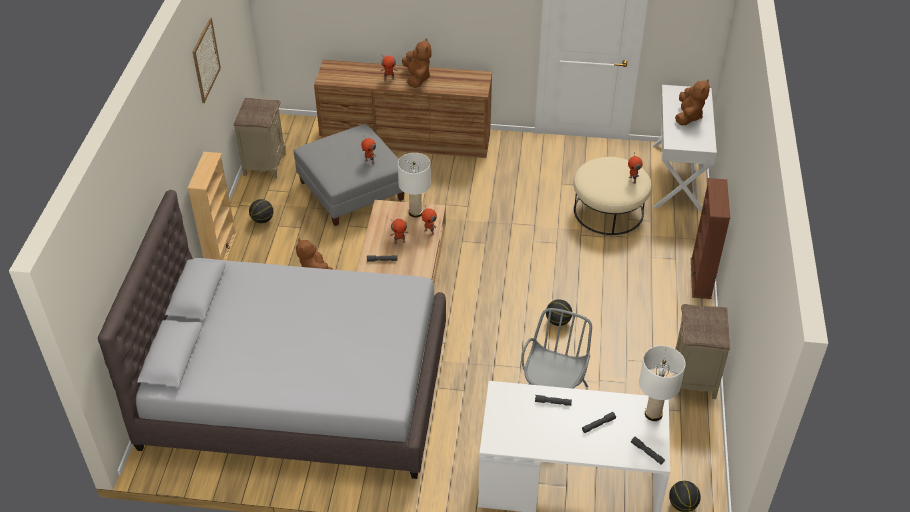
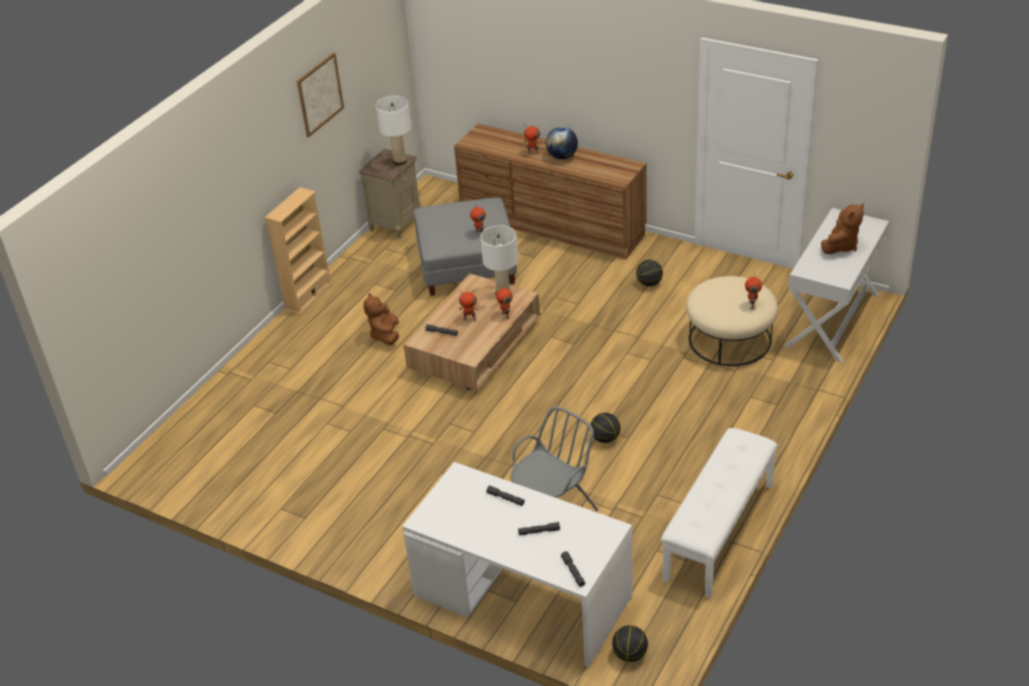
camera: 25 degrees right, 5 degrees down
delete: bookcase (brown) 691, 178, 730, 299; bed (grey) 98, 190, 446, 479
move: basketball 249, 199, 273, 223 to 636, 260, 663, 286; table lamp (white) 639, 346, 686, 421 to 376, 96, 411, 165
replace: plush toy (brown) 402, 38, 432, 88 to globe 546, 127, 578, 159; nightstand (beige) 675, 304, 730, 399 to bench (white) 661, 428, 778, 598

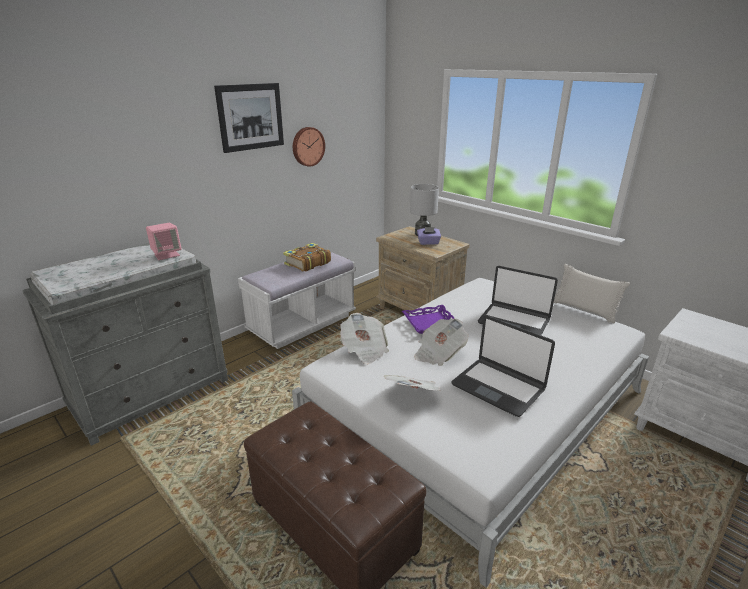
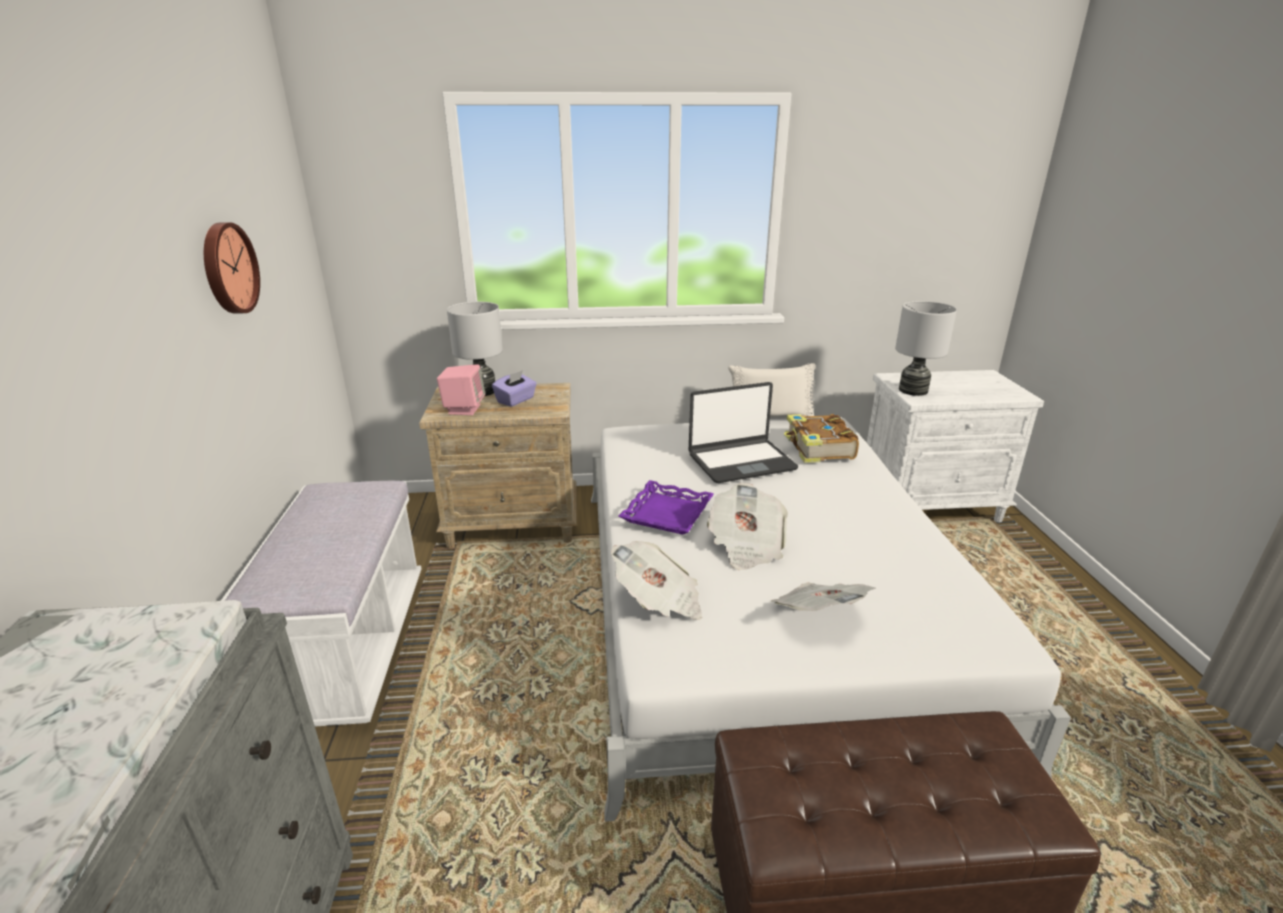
camera: 50 degrees left, 0 degrees up
delete: picture 214, 83, 284, 153; laptop 451, 316, 555, 417
insert: table lamp (grey) 895, 301, 957, 396
move: speaker (pink) 146, 223, 182, 260 to 437, 364, 485, 415; book 283, 243, 331, 272 to 784, 414, 859, 463

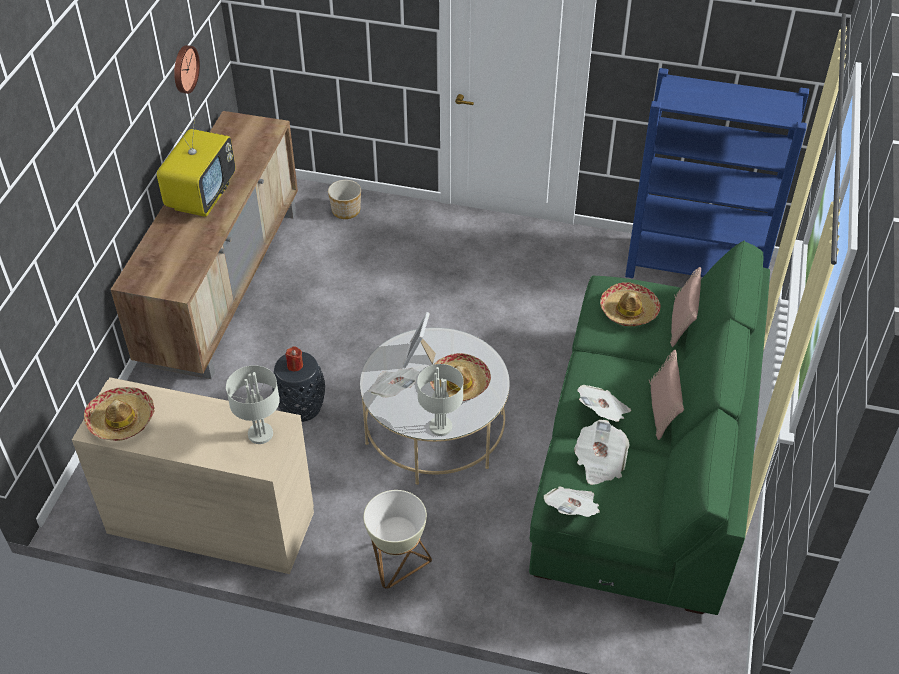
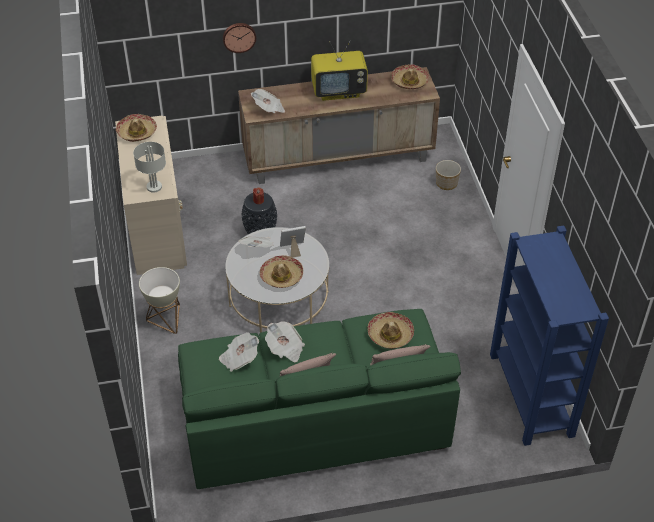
camera: 65 degrees right, 0 degrees up
delete: table lamp (grey) 417, 364, 464, 436
insert: hat 391, 64, 429, 89
move: wall clock 174, 45, 200, 94 to 223, 23, 256, 53; newspaper 544, 486, 600, 517 to 251, 89, 285, 113

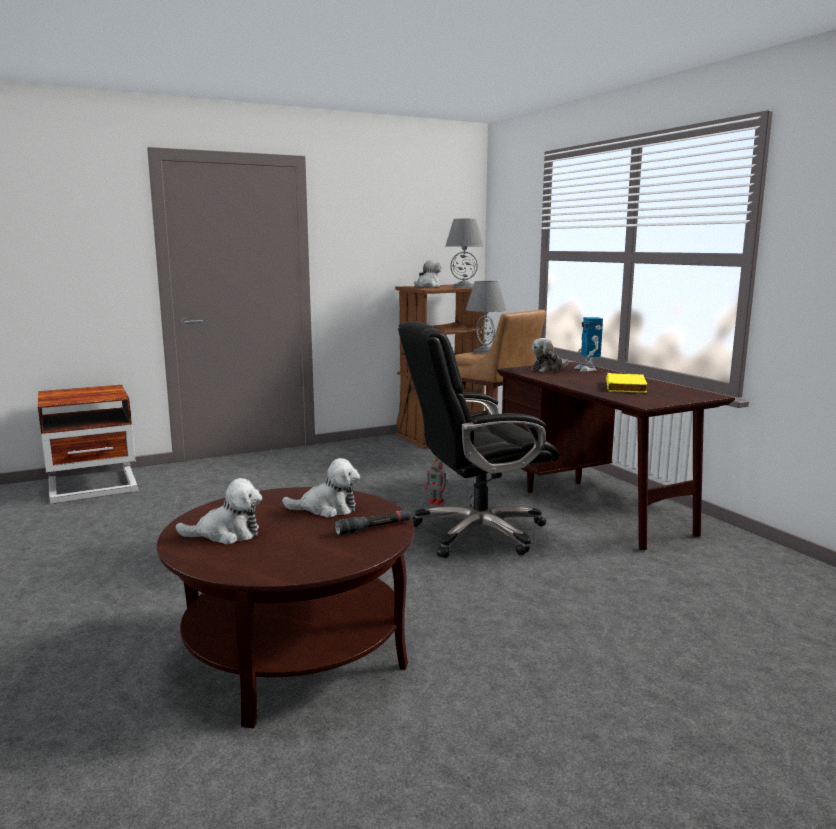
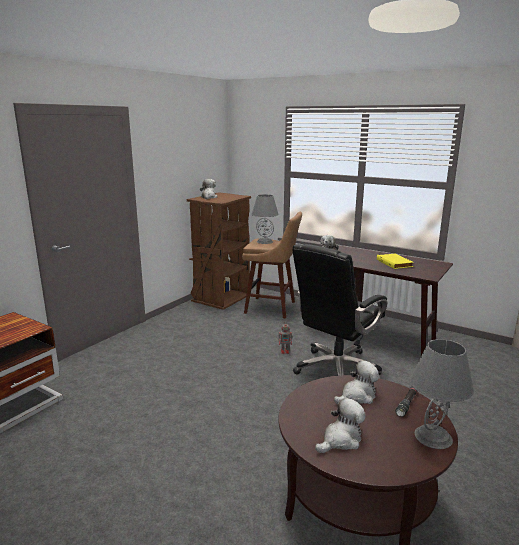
camera: 30 degrees left, 5 degrees up
delete: toy robot 574, 317, 603, 372
move: table lamp (grey) 446, 218, 483, 288 to 410, 339, 474, 449

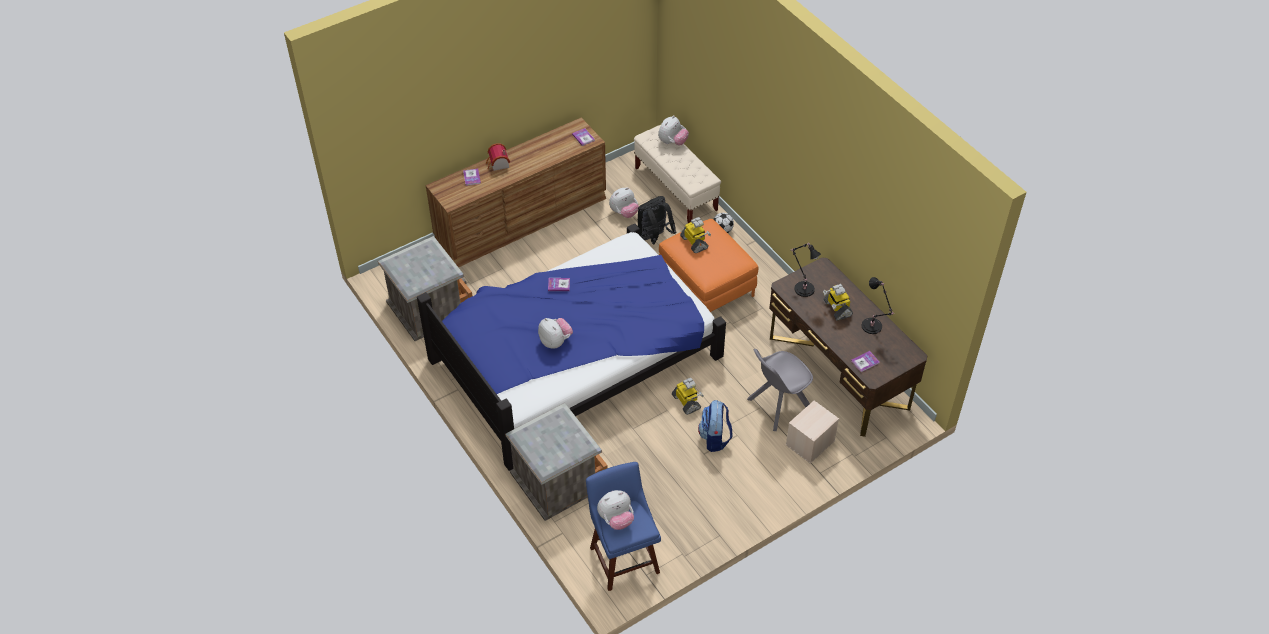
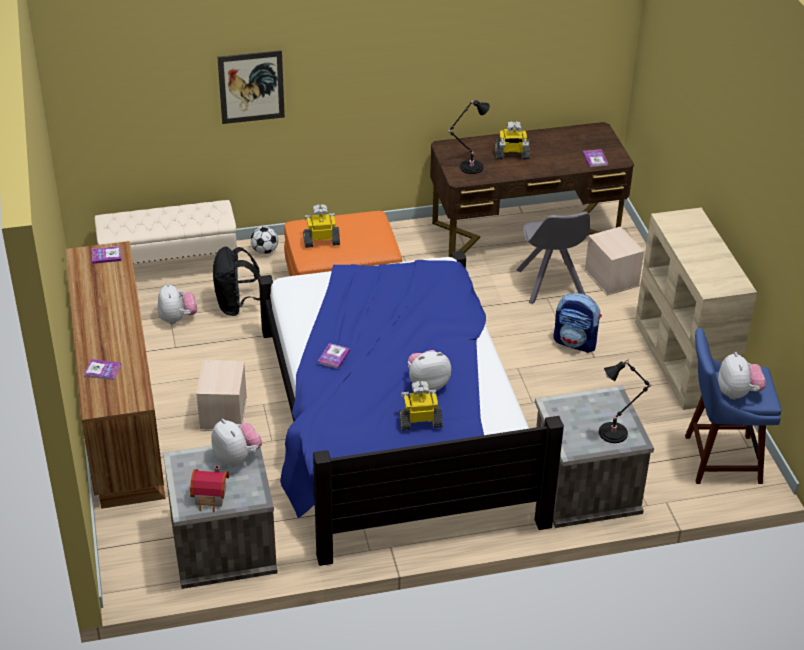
camera: 70 degrees left, 10 degrees down
insert: picture 217, 50, 285, 124; bookcase (beige) 635, 208, 757, 410; storage box (beige) 196, 360, 247, 431
move: plush toy 658, 115, 689, 145 to 211, 419, 262, 466; toy house 486, 143, 510, 171 to 190, 465, 229, 512; table lamp (black) 862, 277, 894, 334 to 599, 360, 651, 443; toy robot 672, 378, 704, 415 to 399, 381, 443, 431

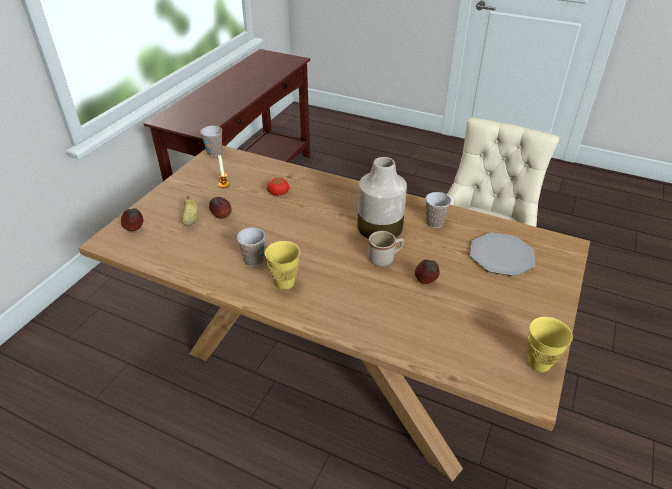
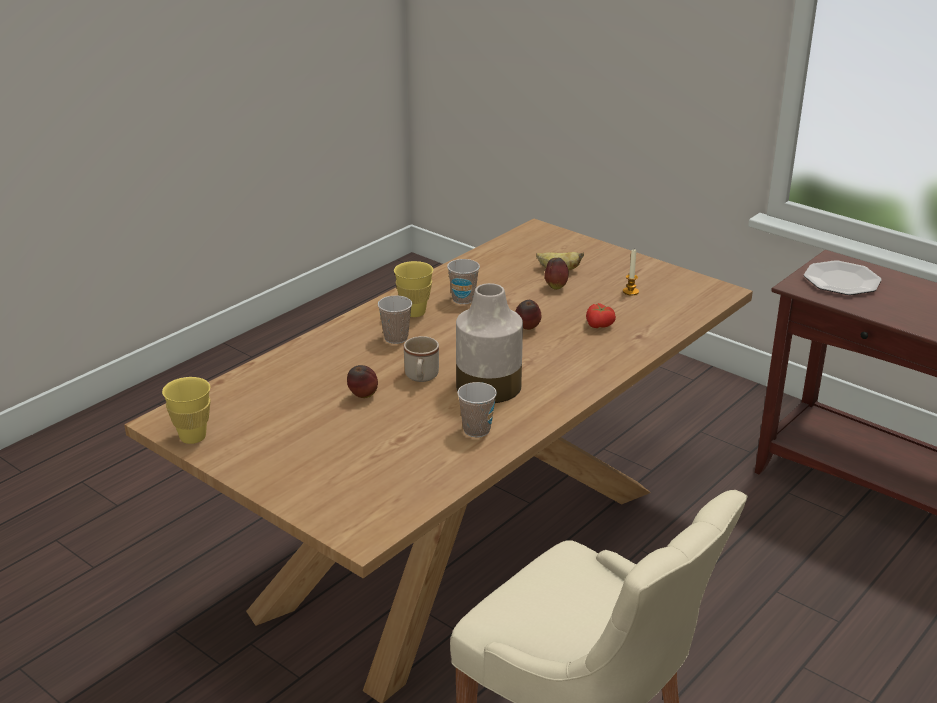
camera: 105 degrees right, 10 degrees down
move: cup 200, 126, 222, 156 to 378, 296, 412, 344; apple 121, 208, 143, 231 to 515, 300, 541, 330; plate 470, 233, 535, 276 to 804, 260, 882, 295

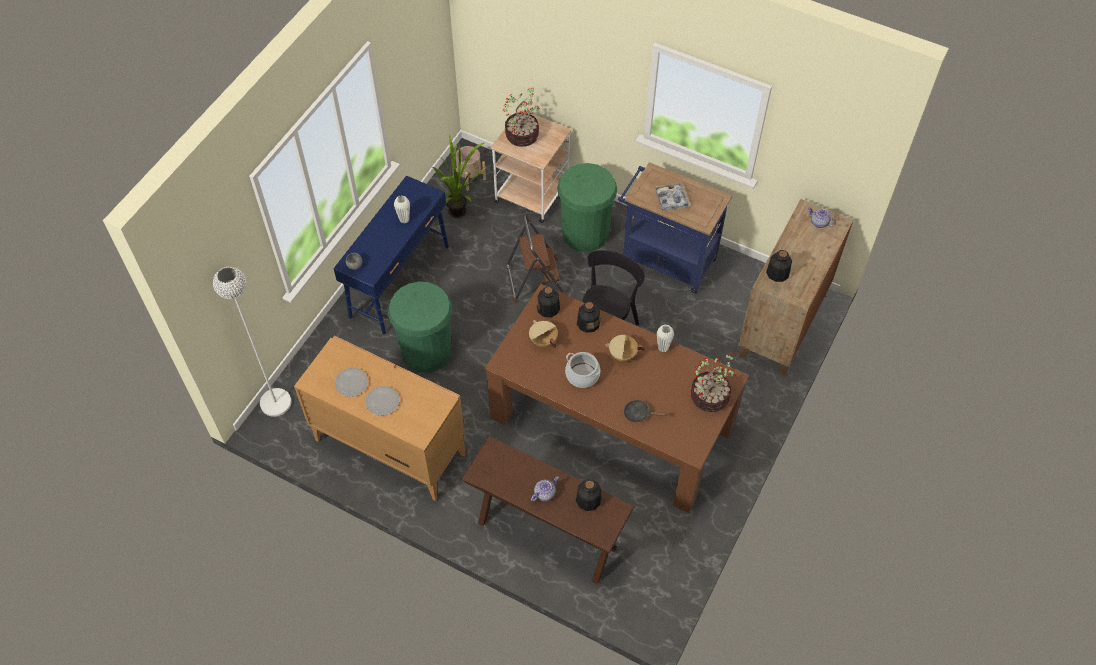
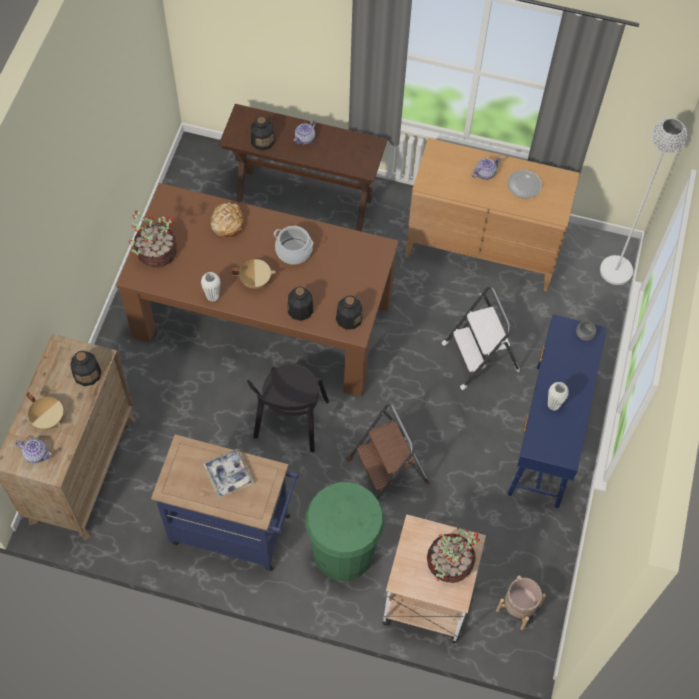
camera: 165 degrees right, 5 degrees up
delete: potted plant 432, 136, 487, 218
move: cooking pot (beige) 529, 320, 558, 348 to 26, 392, 63, 430
replace: trash can (green) 388, 282, 452, 373 to step ladder (white) 442, 286, 520, 390; plate 366, 386, 400, 416 to teapot 472, 157, 502, 180; frying pan (black) 624, 400, 667, 422 to bread 211, 202, 245, 237

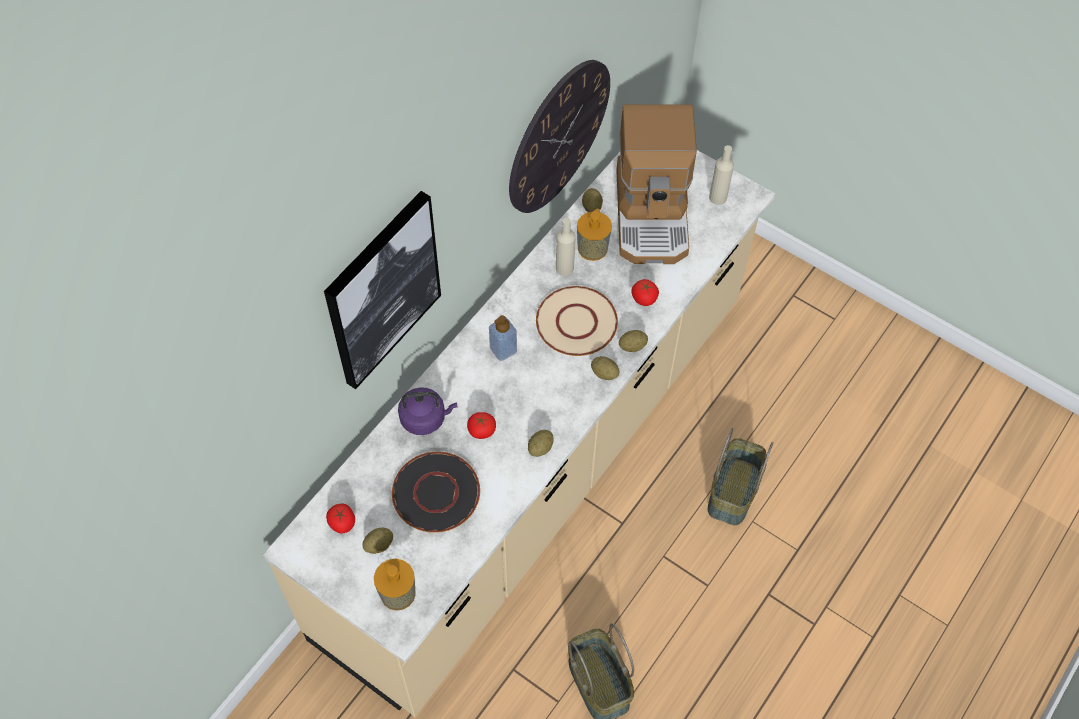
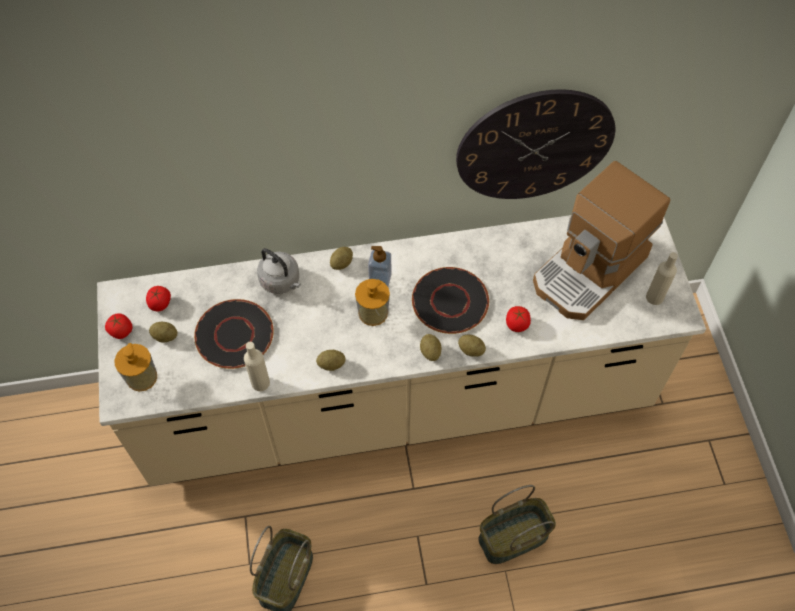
camera: 45 degrees right, 0 degrees up
delete: picture 324, 191, 441, 389
move: potato 582, 188, 603, 212 to 330, 247, 353, 270; soap dispenser 577, 208, 612, 261 to 355, 279, 390, 326; bottle (beige) 556, 218, 576, 276 to 244, 342, 270, 391; tomato 467, 412, 496, 439 to 105, 313, 133, 339
recolor: plate (beige) 536, 286, 618, 356 to plate (black) 412, 267, 489, 334; kettle (purple) 398, 387, 458, 435 to kettle (grey) 257, 248, 301, 294

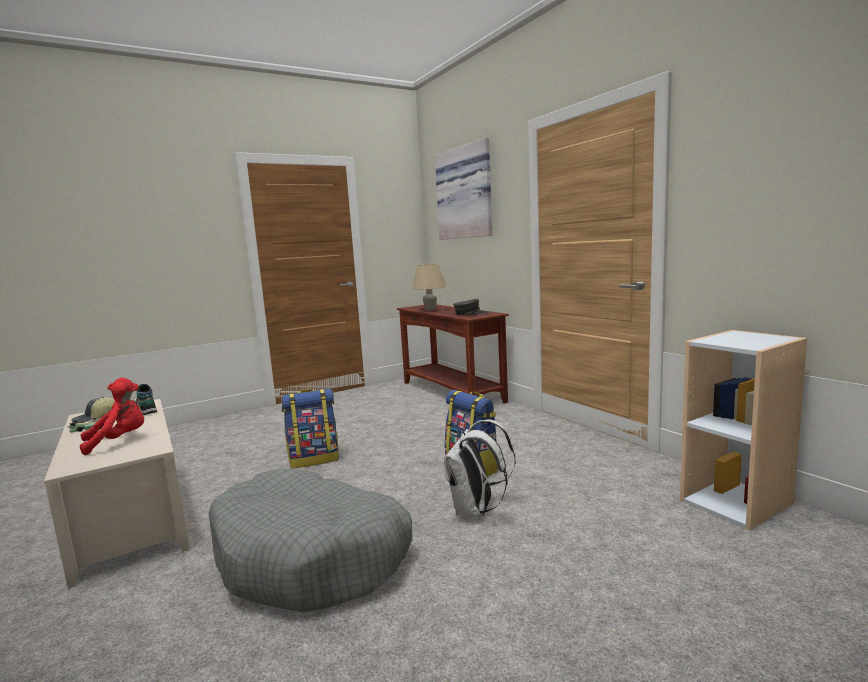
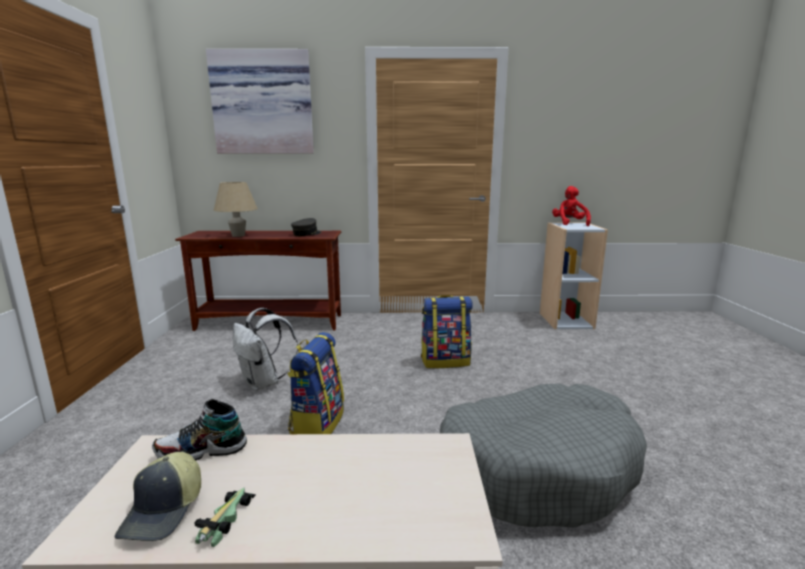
camera: 60 degrees left, 5 degrees up
move: plush toy (red) 80, 378, 144, 455 to 552, 186, 591, 226; backpack (white) 444, 419, 516, 518 to 233, 308, 298, 391

